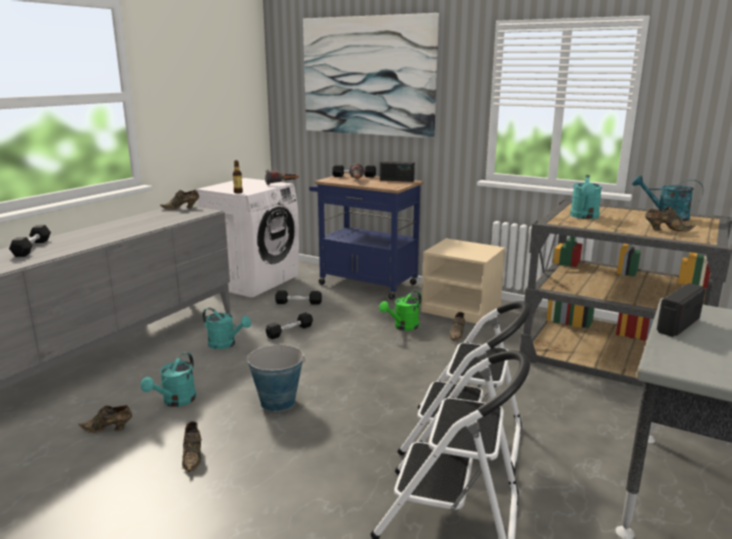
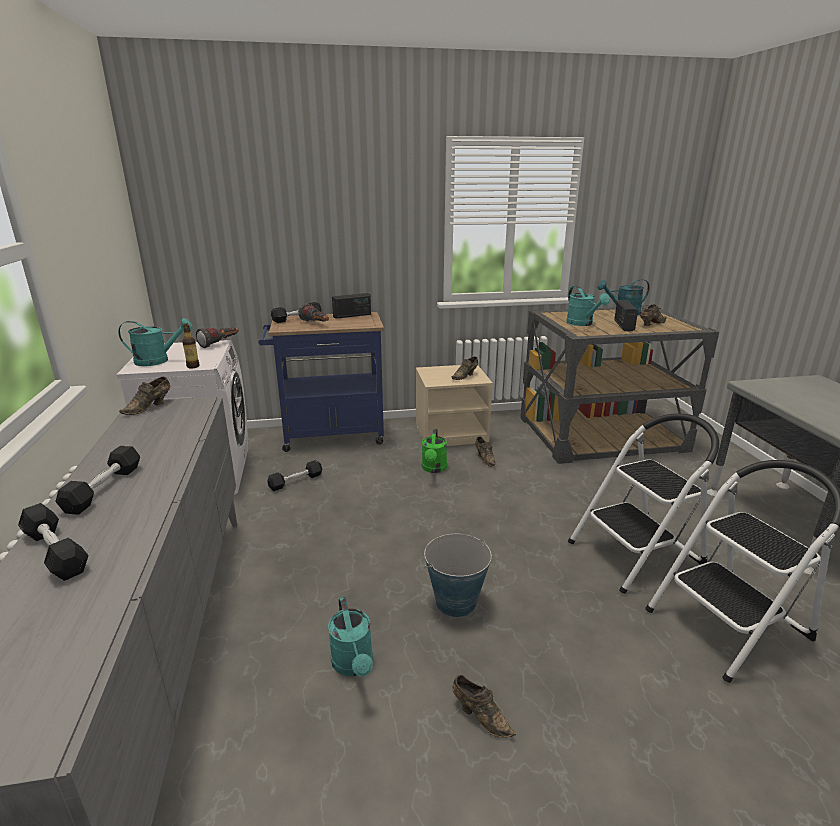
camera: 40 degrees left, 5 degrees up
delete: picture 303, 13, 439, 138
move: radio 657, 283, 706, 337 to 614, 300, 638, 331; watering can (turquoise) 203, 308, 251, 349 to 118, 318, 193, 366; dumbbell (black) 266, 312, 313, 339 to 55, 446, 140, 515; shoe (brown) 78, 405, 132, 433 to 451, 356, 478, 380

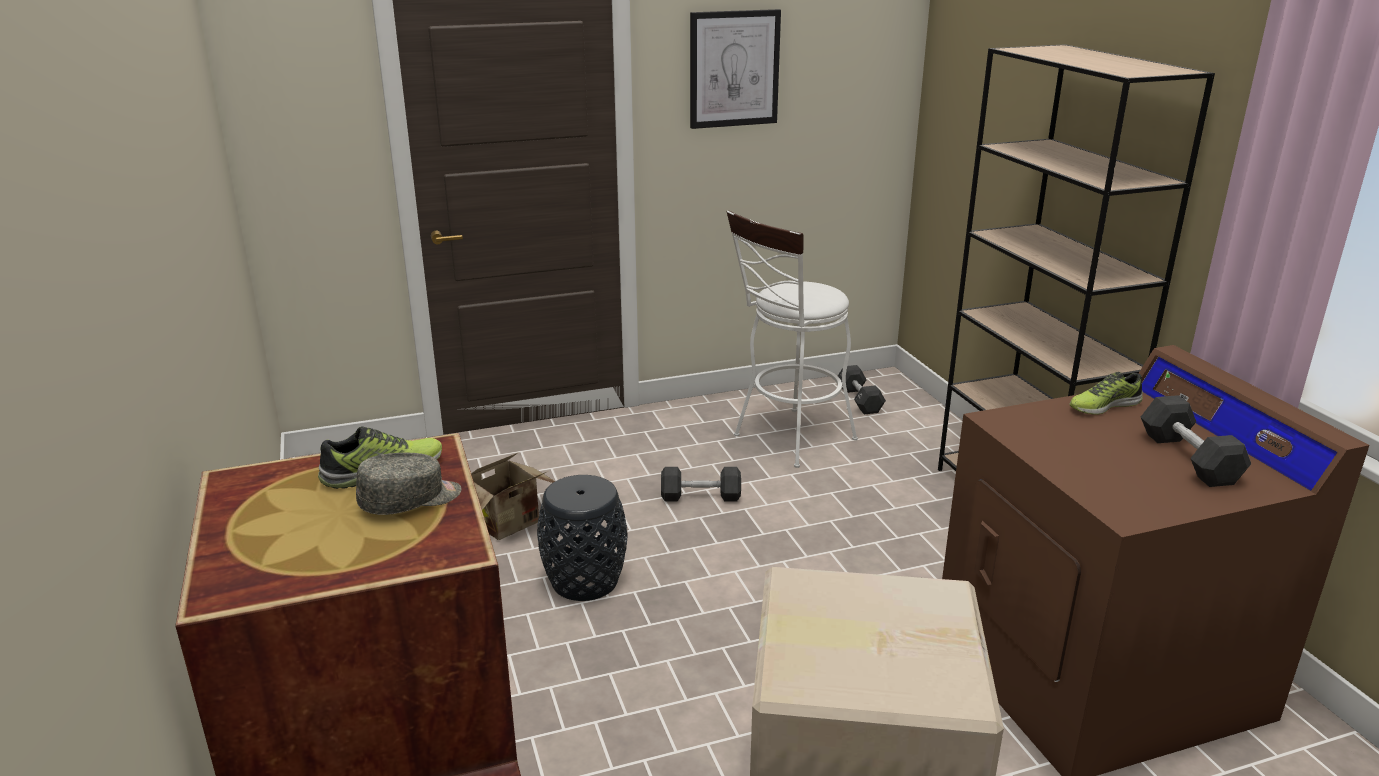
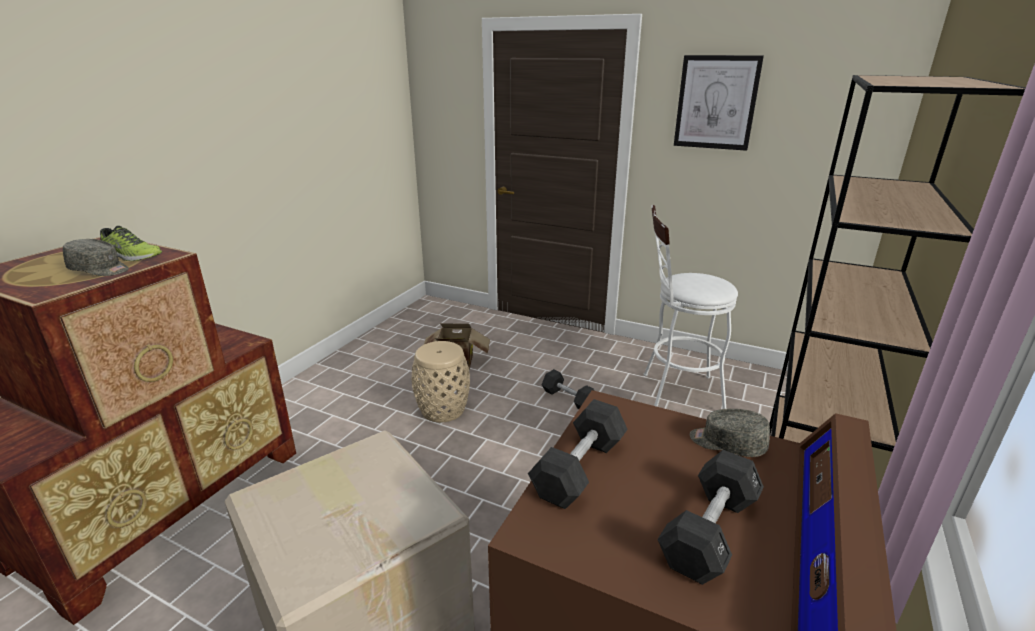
camera: 45 degrees right, 0 degrees up
move: dumbbell (black) 838, 365, 886, 414 to 528, 399, 628, 509
replace: shoe 1069, 372, 1143, 415 to cap (grey) 690, 409, 770, 457
recolor: stool (black) 537, 475, 627, 601 to stool (beige) 411, 341, 470, 422

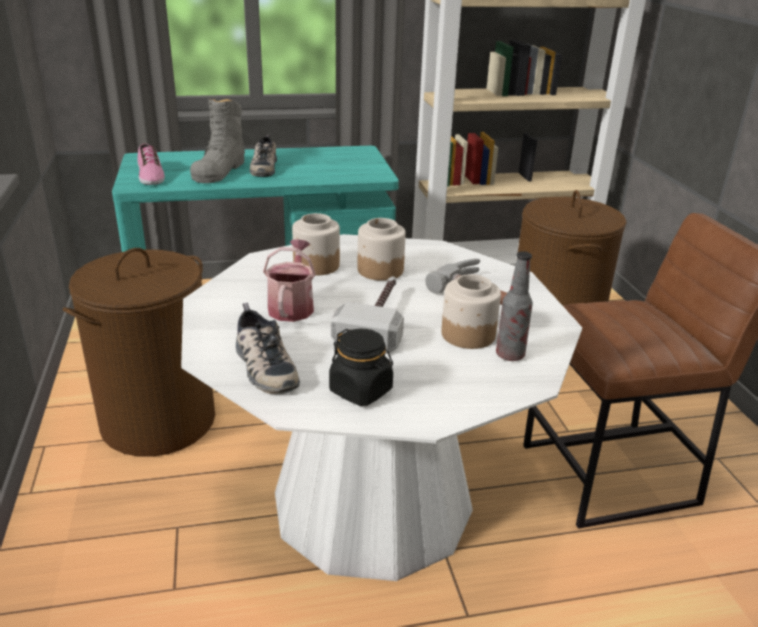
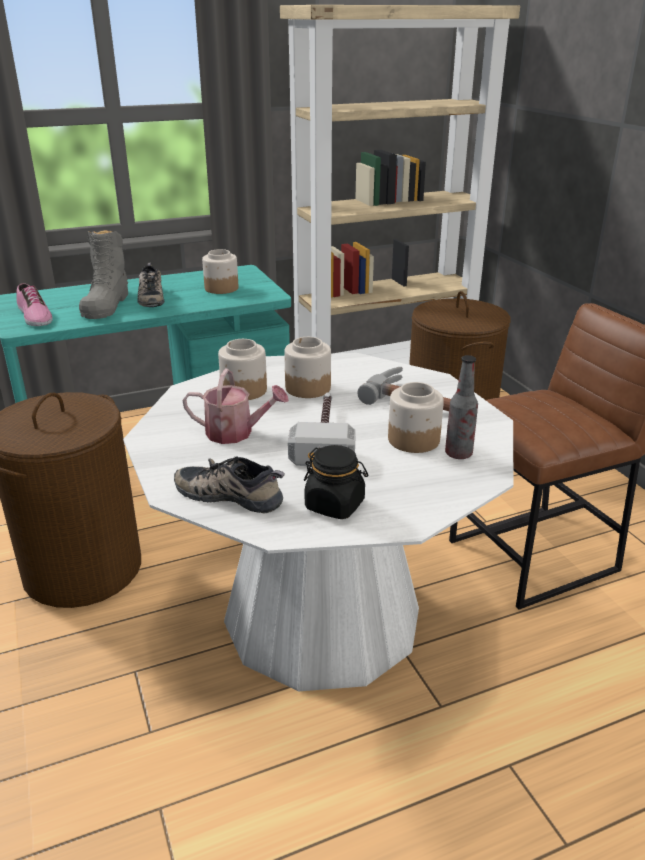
camera: 10 degrees left, 0 degrees up
insert: jar 202, 249, 238, 294
rotate: watering can 263, 239, 316, 322 = 182, 369, 289, 444 105 degrees clockwise; shoe 236, 303, 300, 394 = 174, 456, 285, 513 150 degrees clockwise

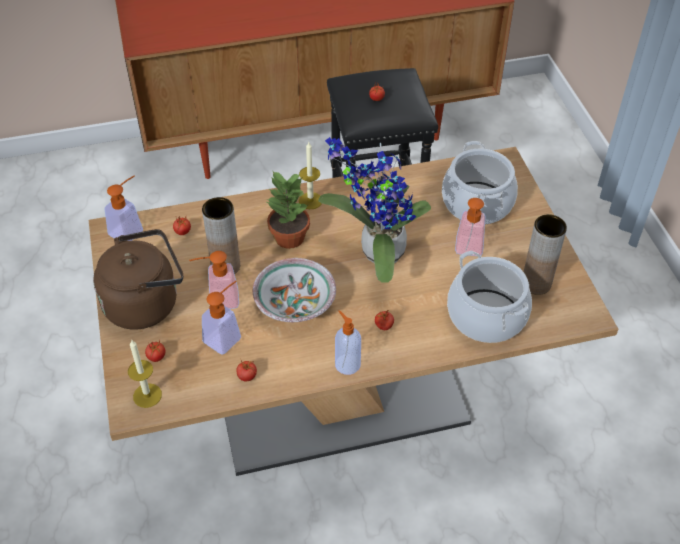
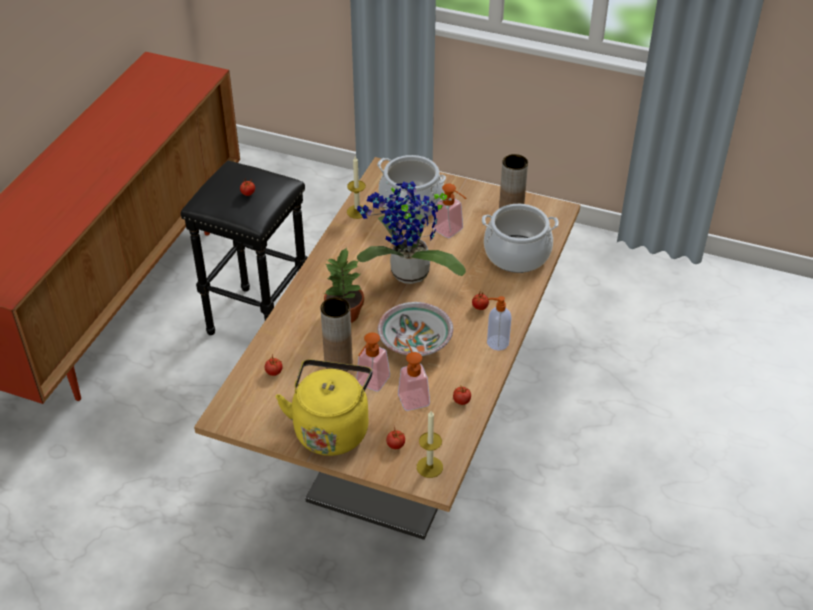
camera: 55 degrees left, 5 degrees down
delete: soap dispenser 105, 176, 143, 241
move: candle 299, 141, 322, 209 to 347, 156, 367, 219
recolor: kettle (brown) 93, 229, 183, 329 to kettle (yellow) 276, 360, 372, 456

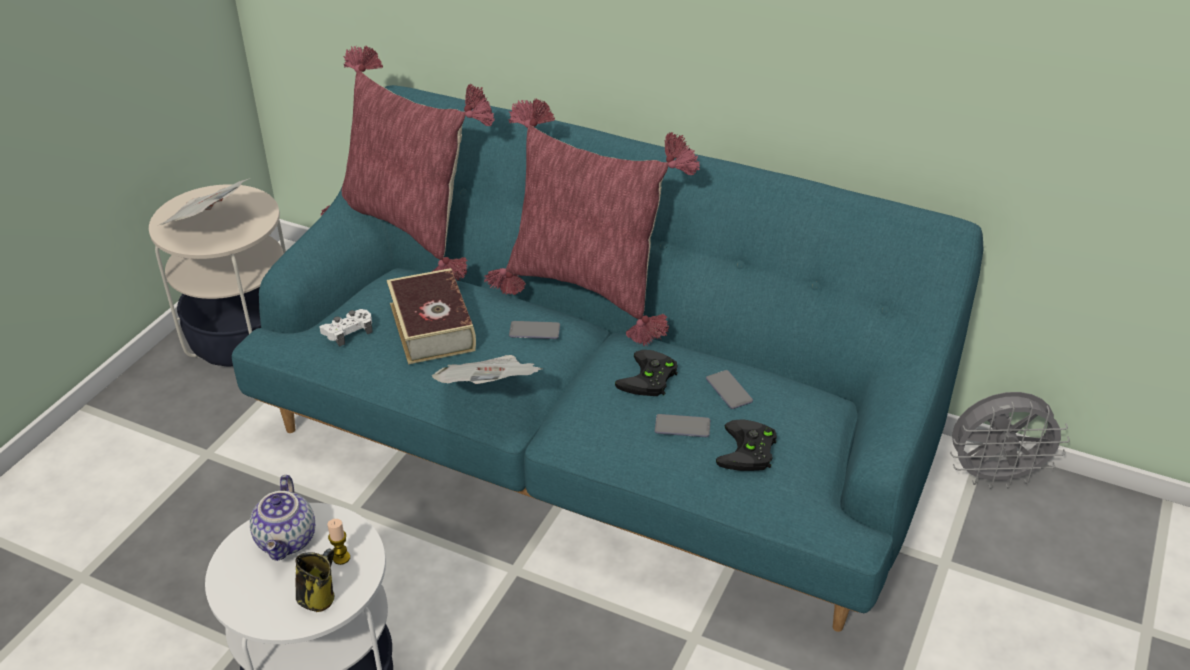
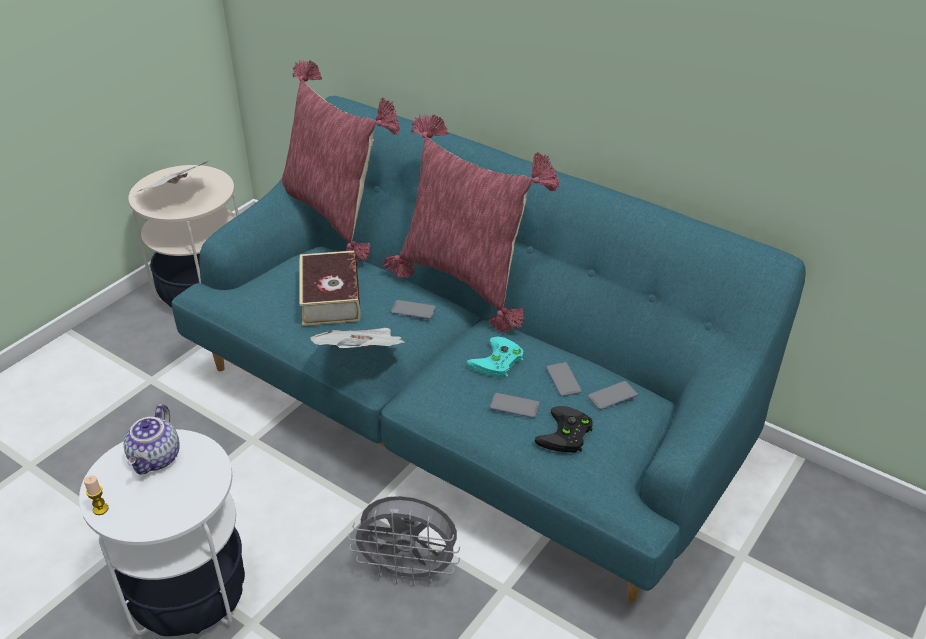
camera: 10 degrees right, 0 degrees up
delete: game controller (white) 319, 309, 373, 347; mug 295, 548, 334, 612
insert: phone 588, 381, 638, 410
move: fan (grey) 950, 392, 1070, 489 to 348, 496, 460, 586; candle 327, 519, 350, 565 to 84, 475, 109, 515
recolor: game controller (black) 615, 350, 678, 396 to game controller (turquoise) 467, 337, 524, 378

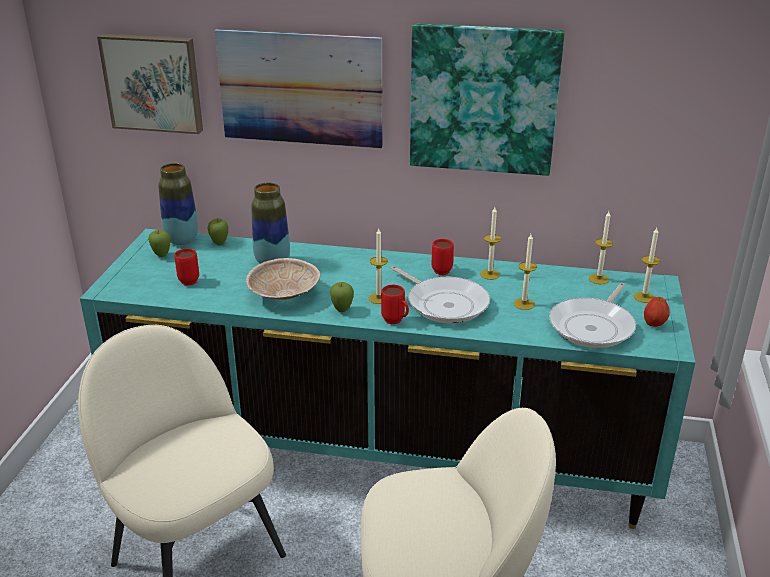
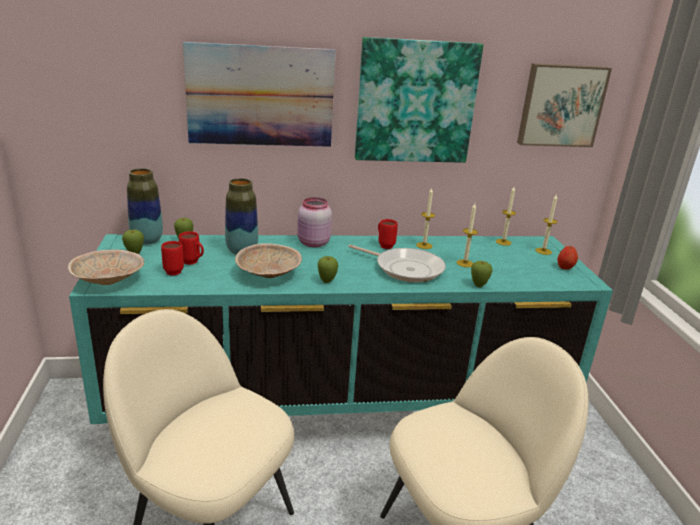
camera: 20 degrees left, 5 degrees down
delete: candle 369, 229, 388, 304; frying pan 549, 283, 636, 348
insert: jar (pink) 298, 197, 332, 247; bowl (beige) 68, 249, 144, 285; apple 471, 261, 492, 287
move: picture 97, 34, 203, 134 to 517, 63, 612, 147; mug (red) 381, 285, 409, 324 to 179, 231, 204, 265

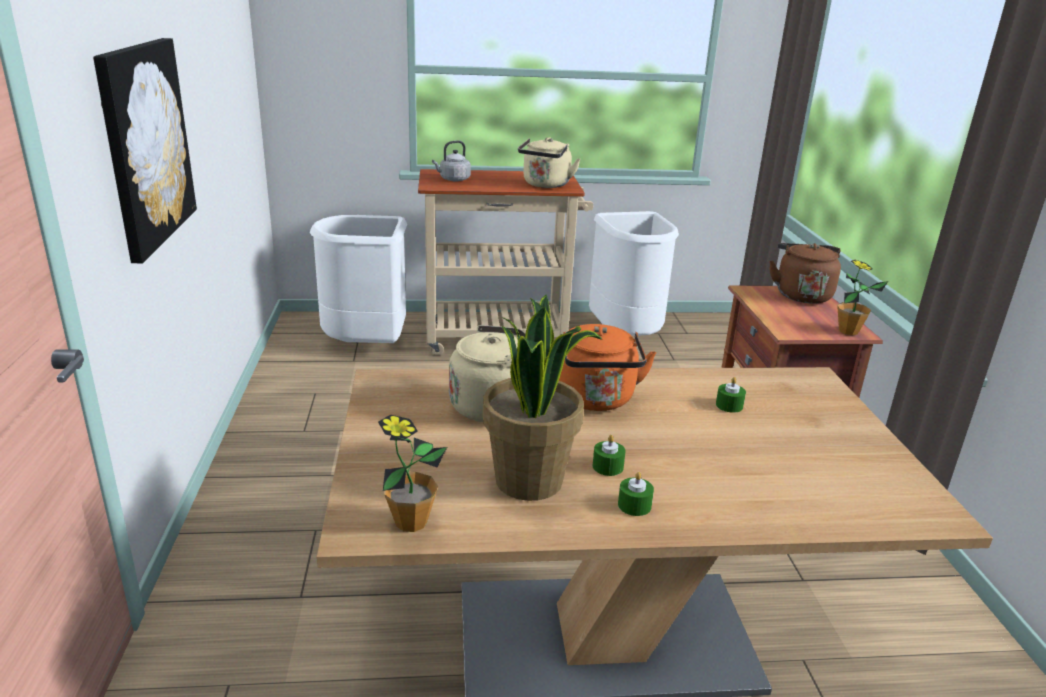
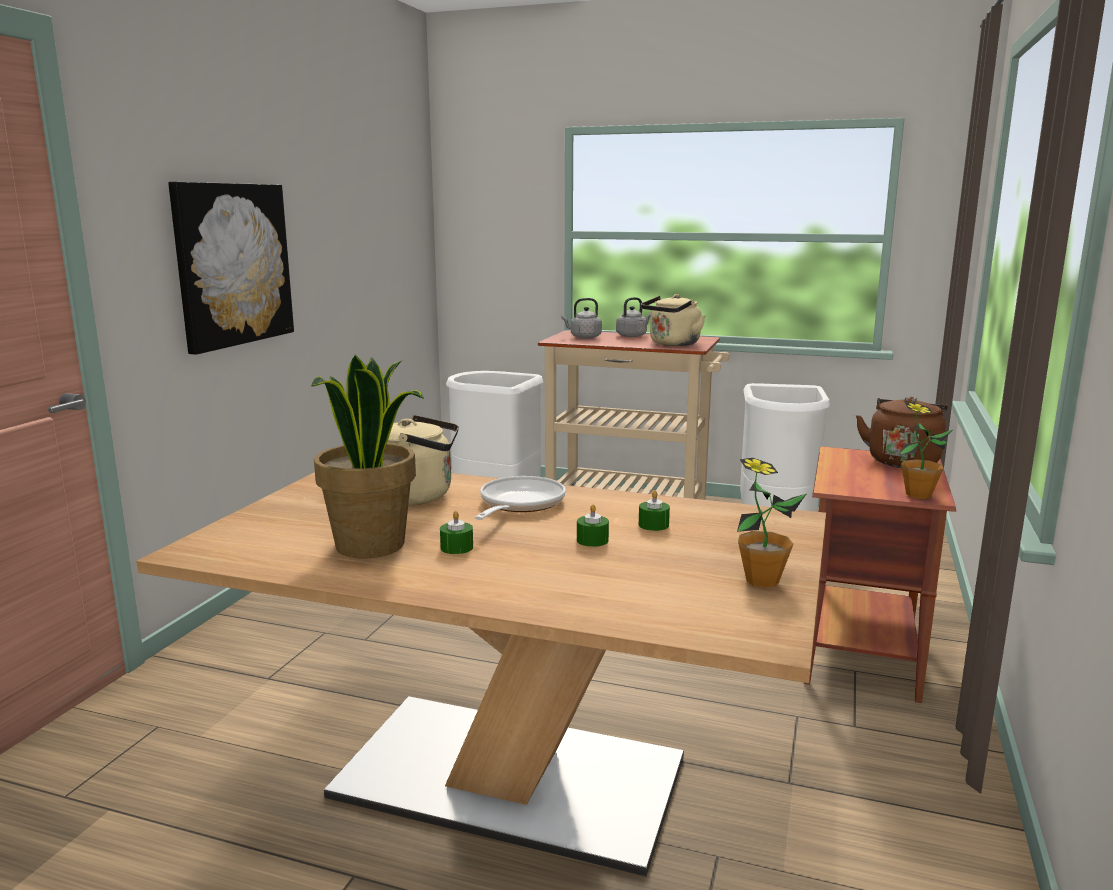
camera: 25 degrees right, 10 degrees down
insert: kettle (grey) 616, 297, 651, 337
move: potted plant 378, 415, 447, 532 to 737, 458, 806, 588; candle (green) 618, 472, 654, 516 to 577, 504, 609, 547
replace: kettle (orange) 559, 324, 656, 411 to frying pan 475, 476, 566, 520

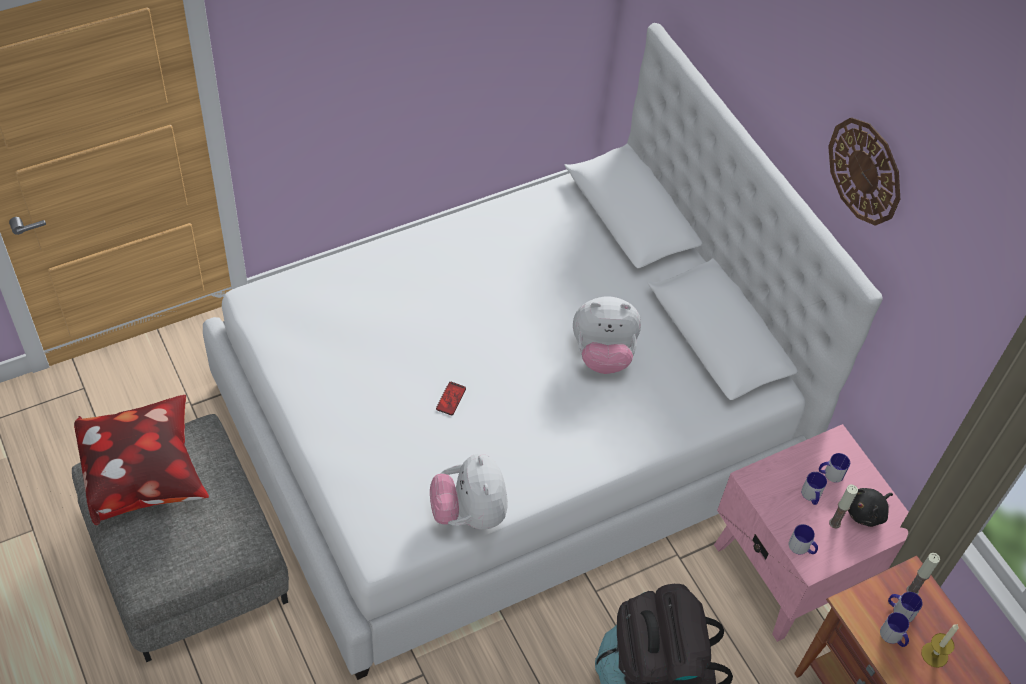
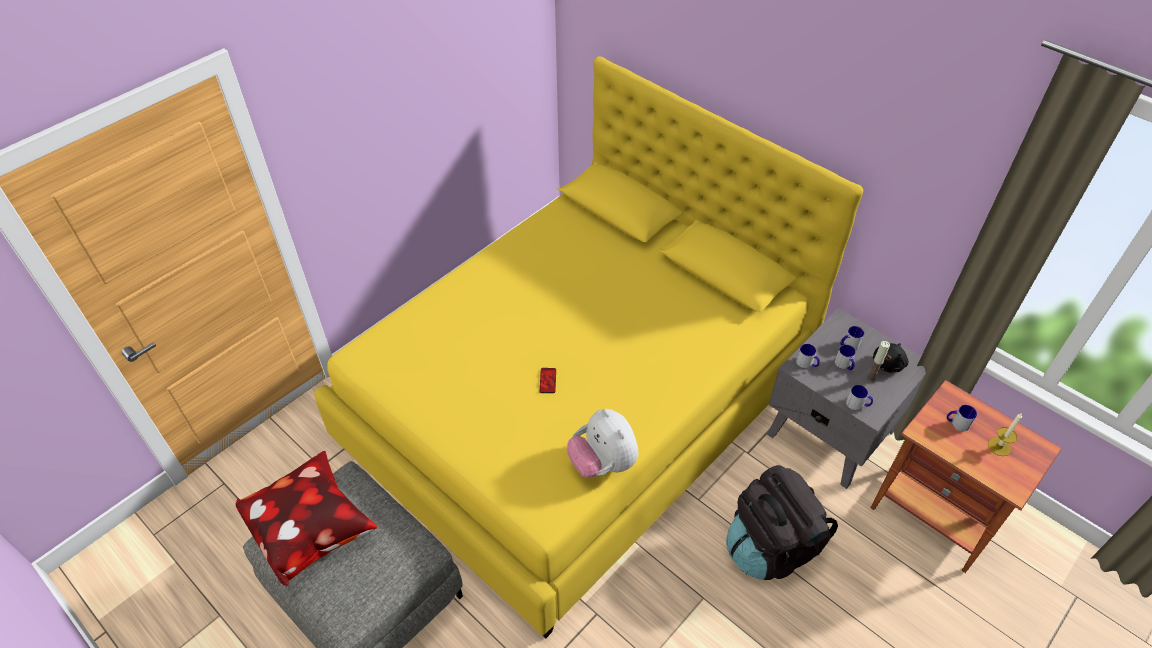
camera: 15 degrees left, 5 degrees down
delete: wall clock 828, 117, 900, 226; plush toy 573, 296, 641, 374; candle 906, 553, 940, 594
move: mug 880, 612, 909, 647 to 796, 344, 820, 368
recolor: bed (white) 203, 23, 882, 680 to bed (yellow) 314, 56, 863, 639; nightstand (pink) 714, 424, 909, 642 to nightstand (grey) 767, 308, 926, 489

